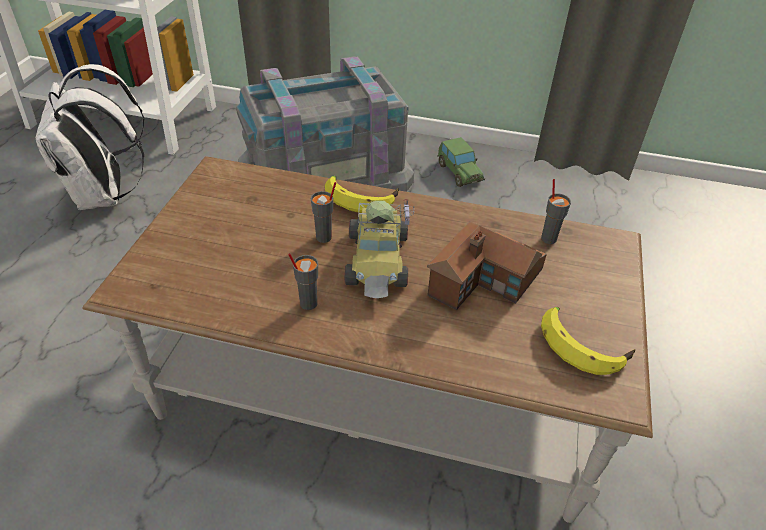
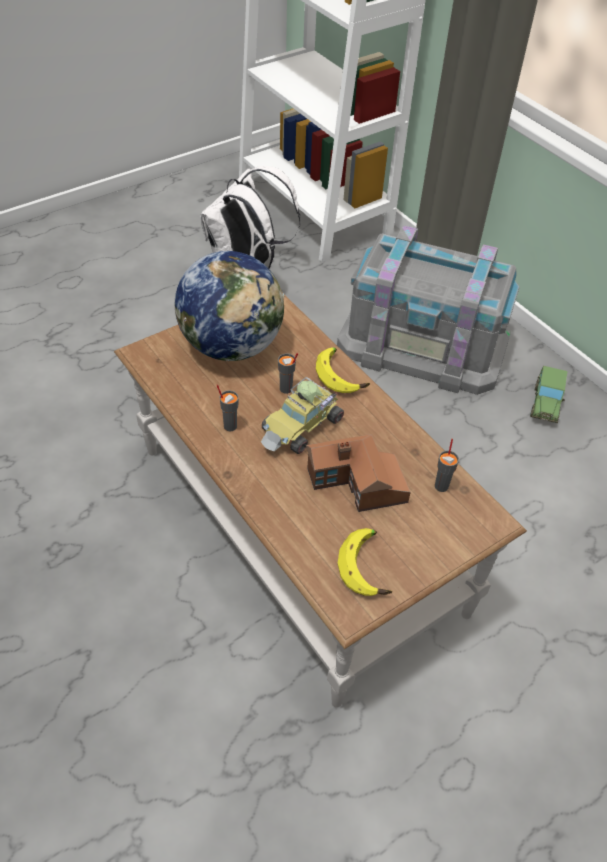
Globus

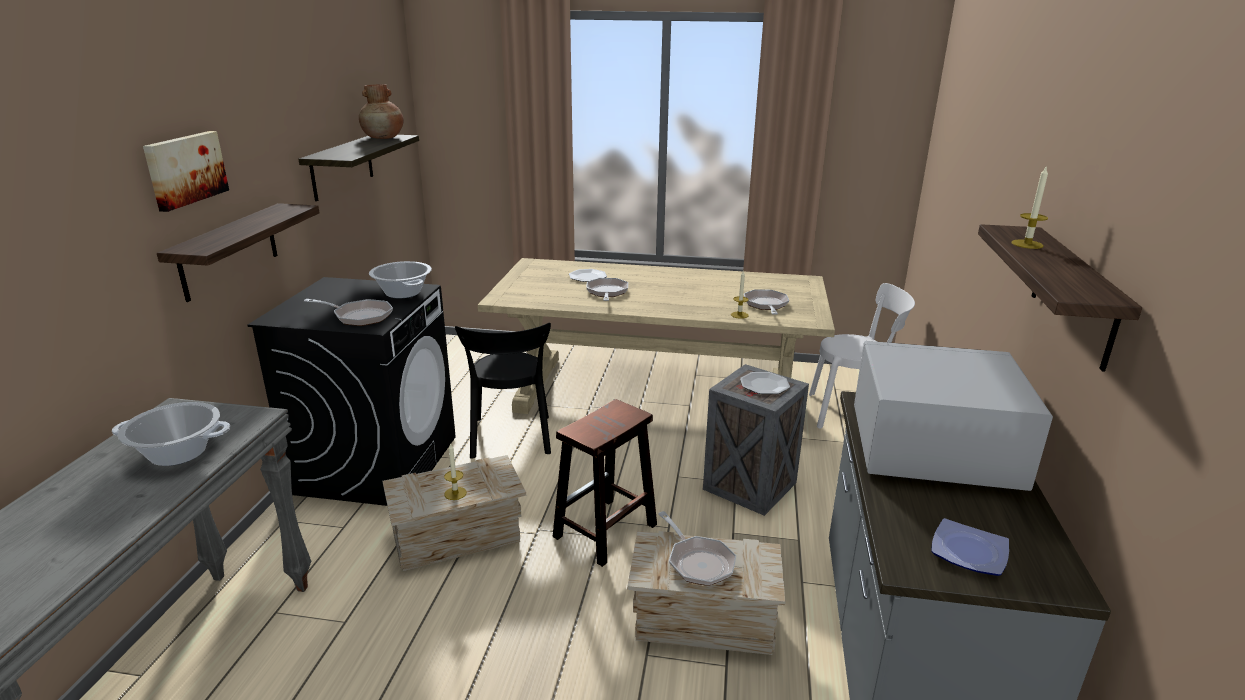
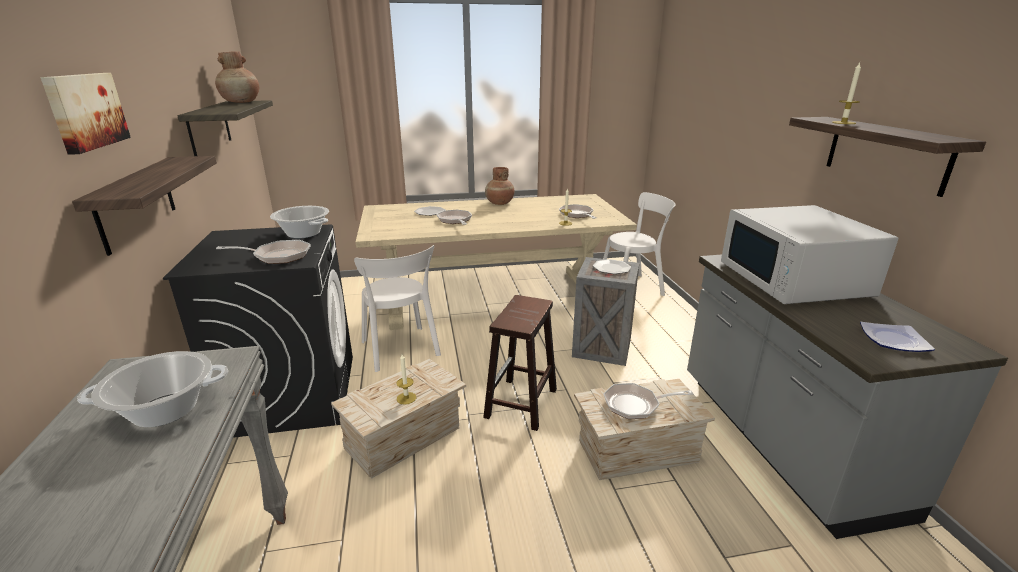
Stuhl [weiß] (no. 1 from left)
Pfanne (no. 4 from left)
Mikrowelle [weiß]
Vase [braun] (no. 2 from left)

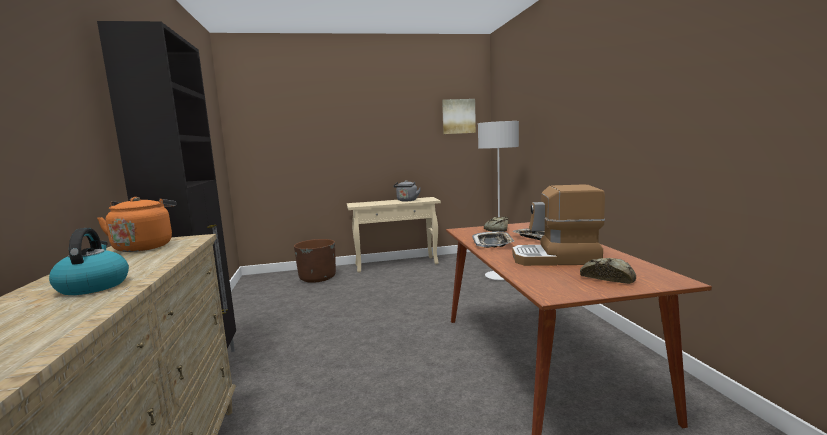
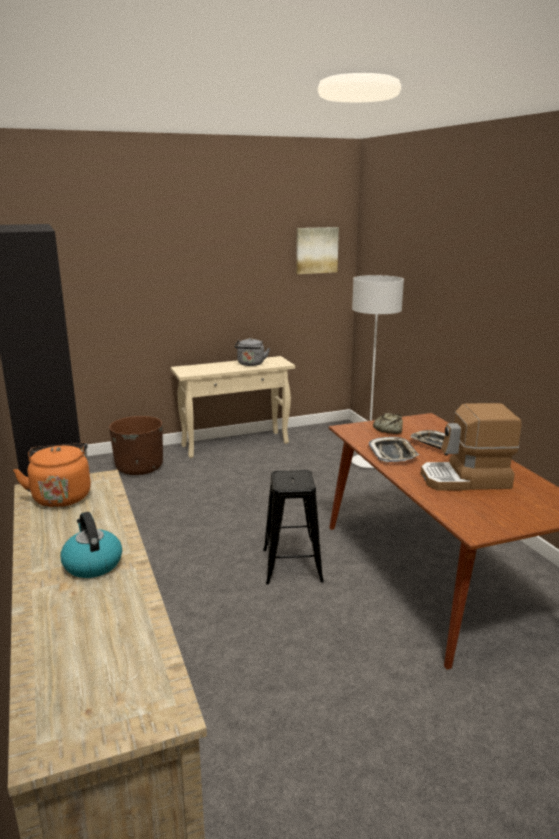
Brot (no. 2 from left in the first image)
Hocker [schwarz]

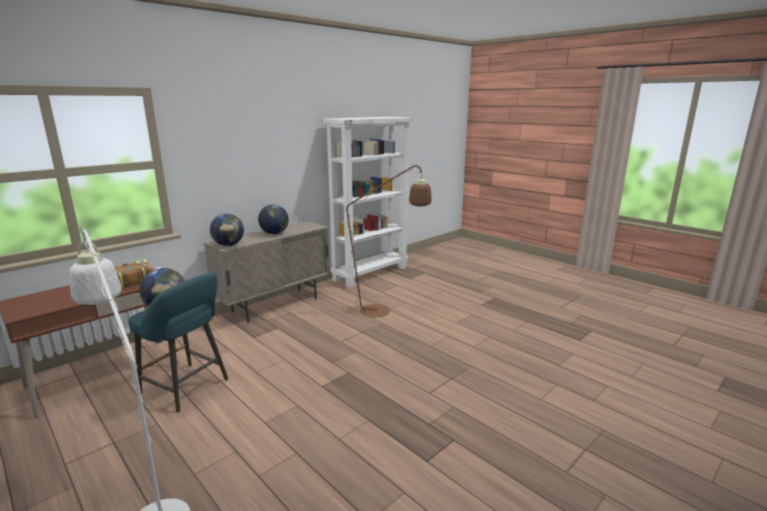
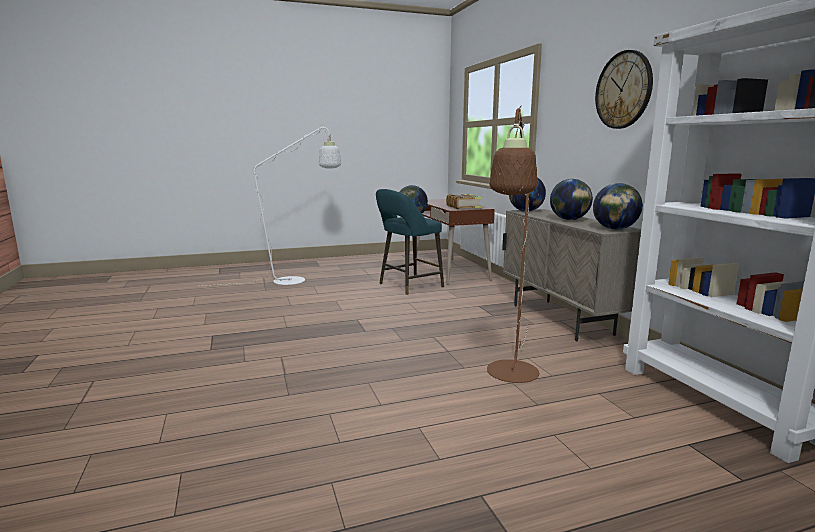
Globus (no. 4 from left)
Wanduhr

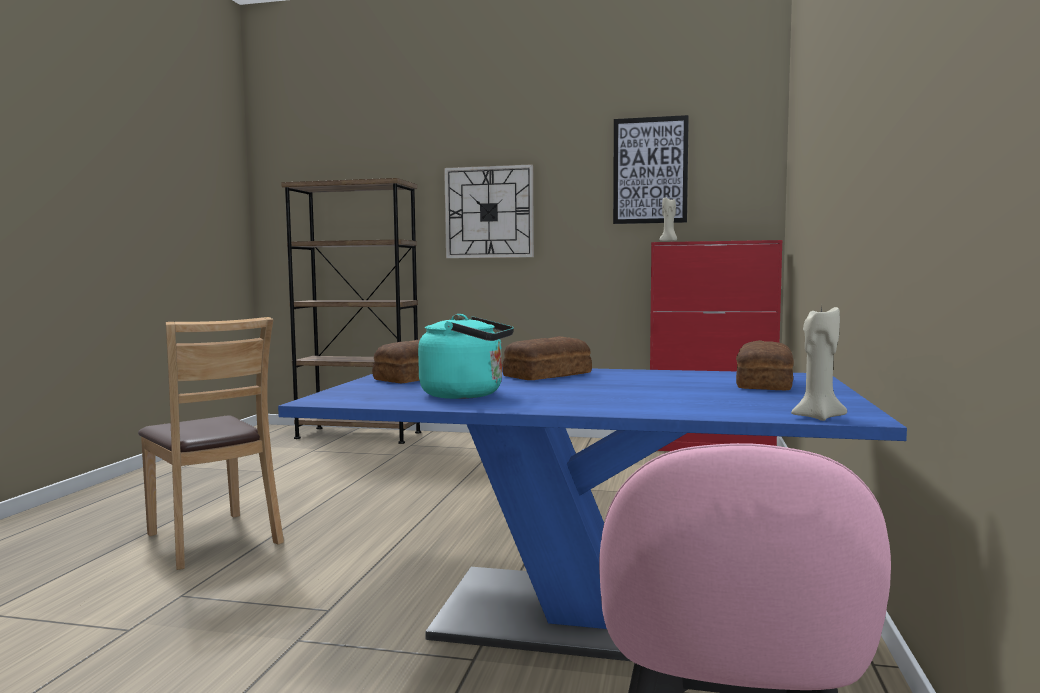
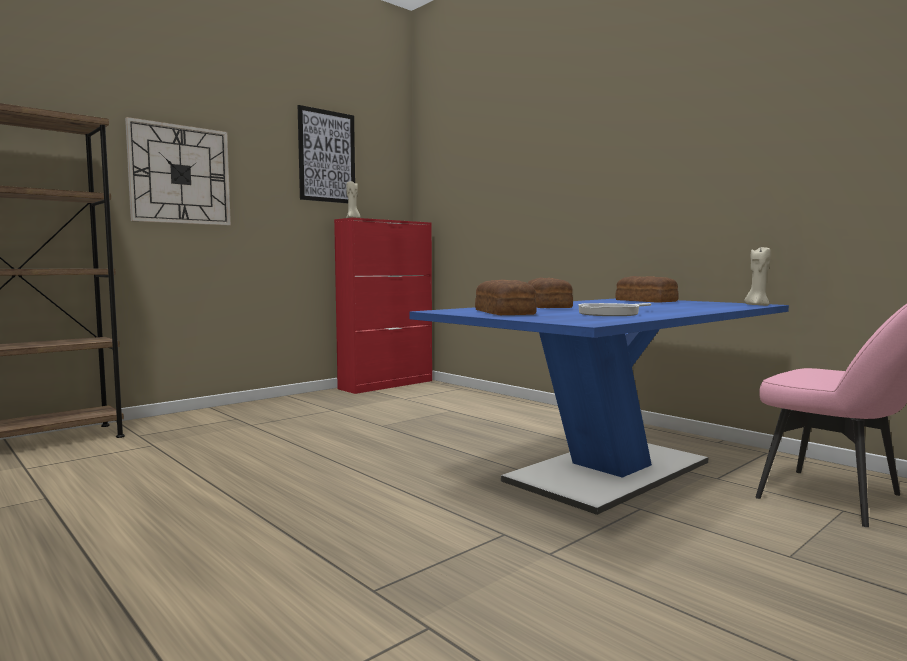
Stuhl [braun]
Pfanne

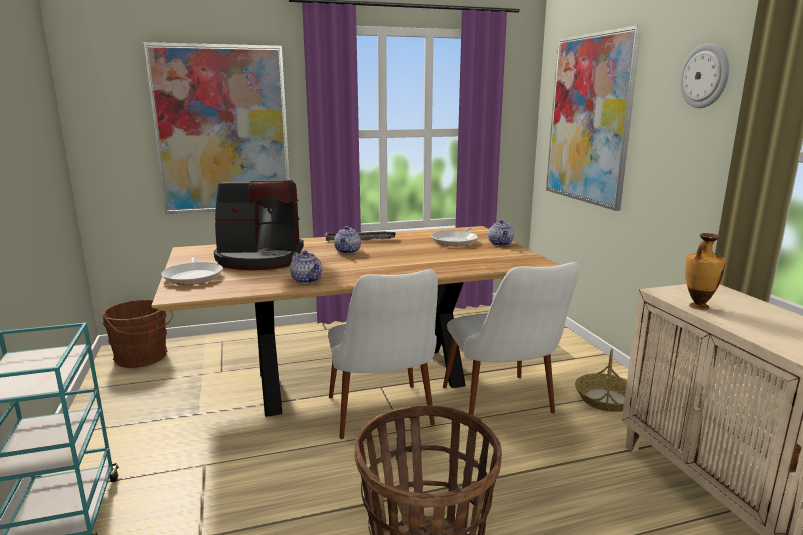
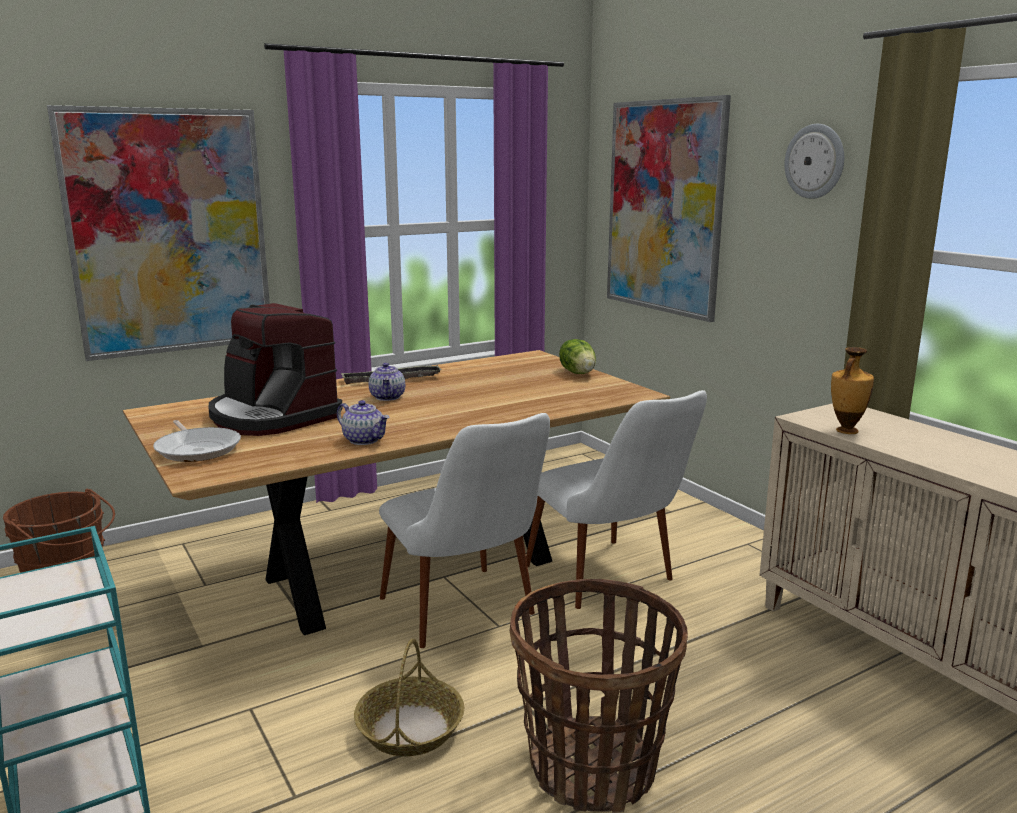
Kaffeemaschine
Pfanne (no. 2 from left in the first image)
Salatkopf
Korb (no. 1 from left)

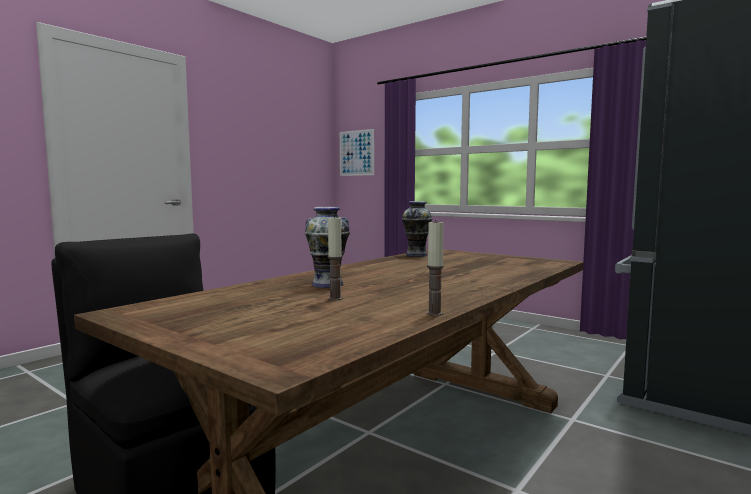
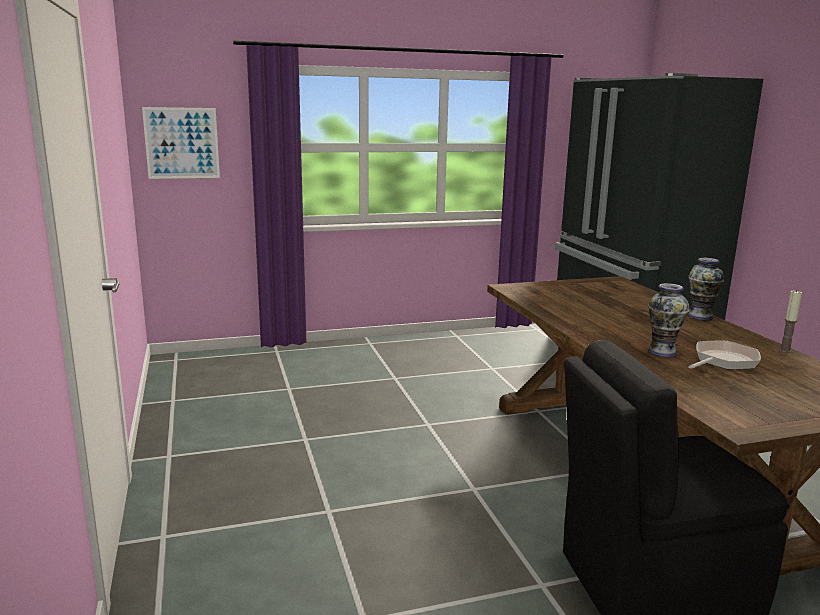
Pfanne
Vase (no. 2 from left)

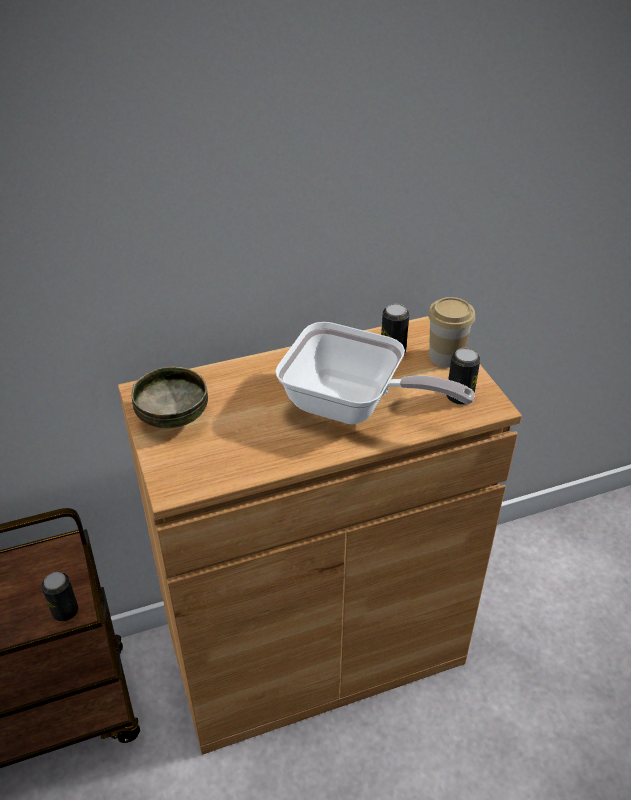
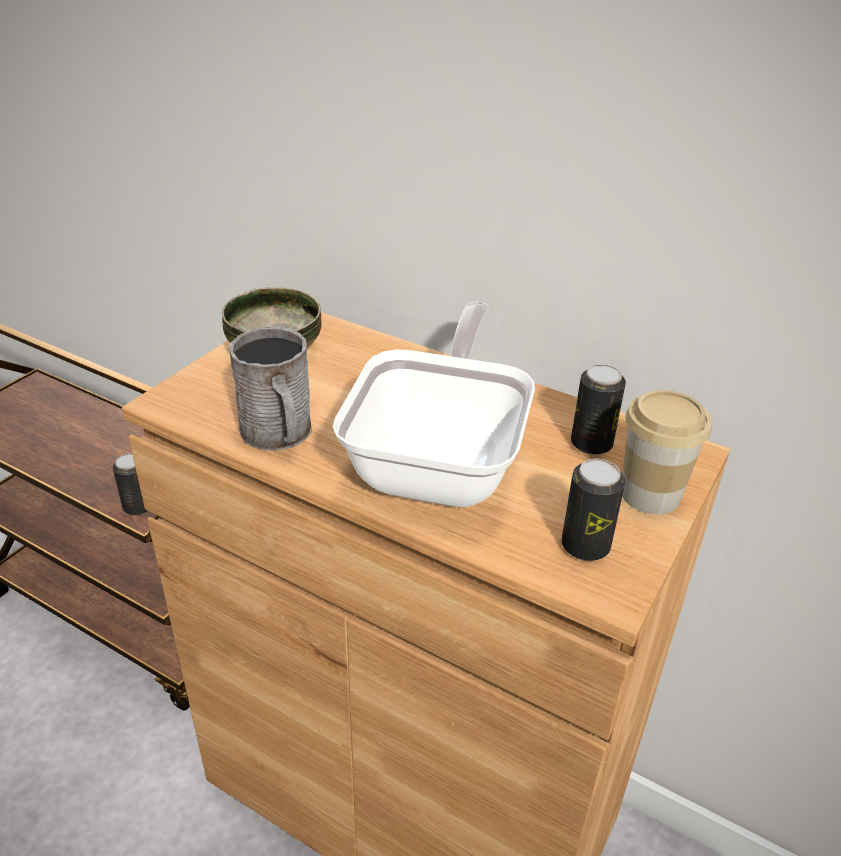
Pfanne
Henkelbecher [grau]

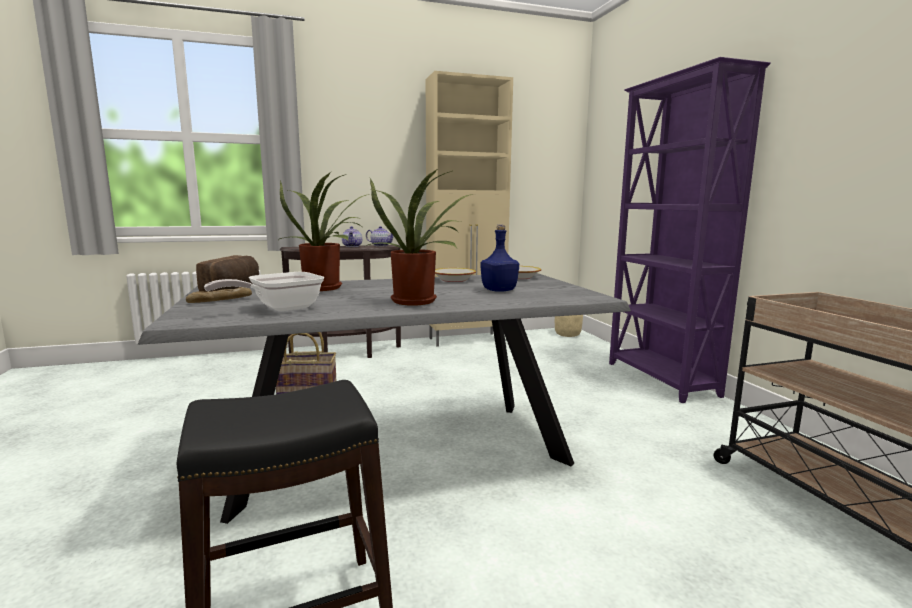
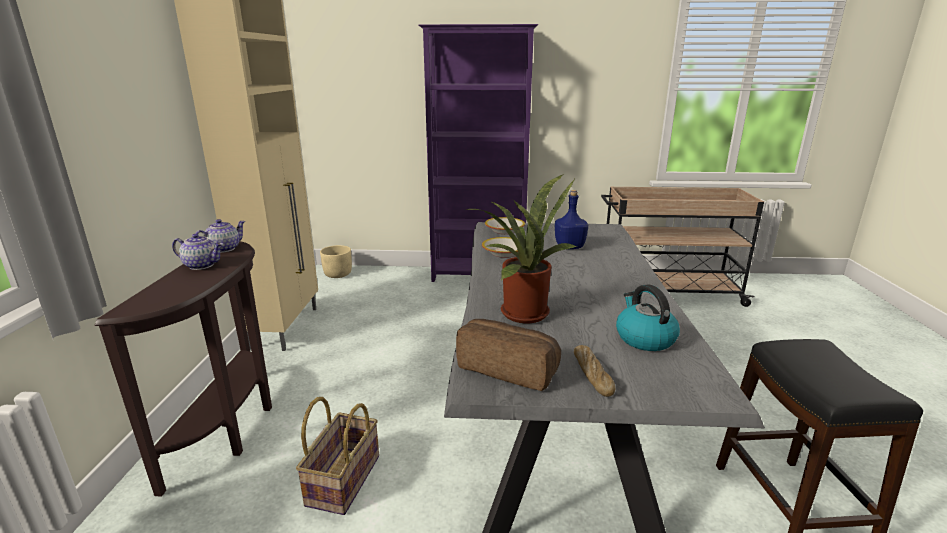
Wasserkessel
Topfpflanze (no. 2 from left in the first image)

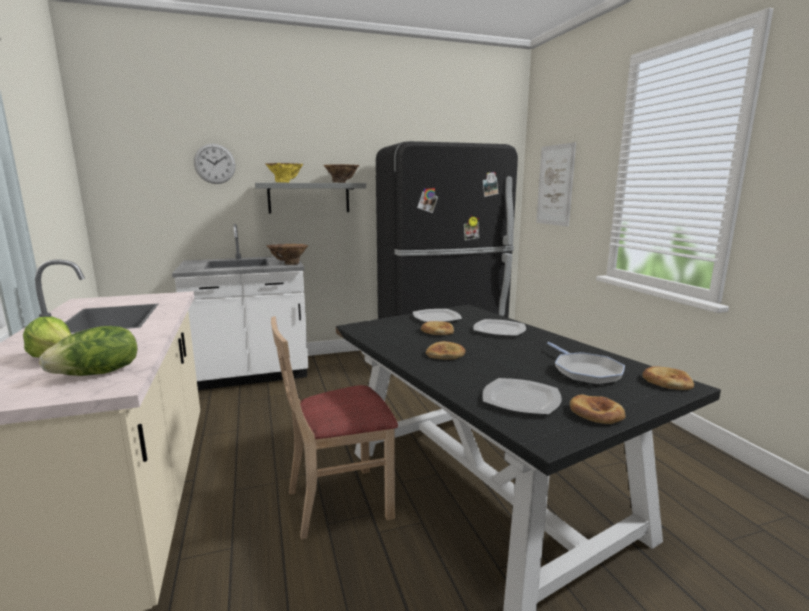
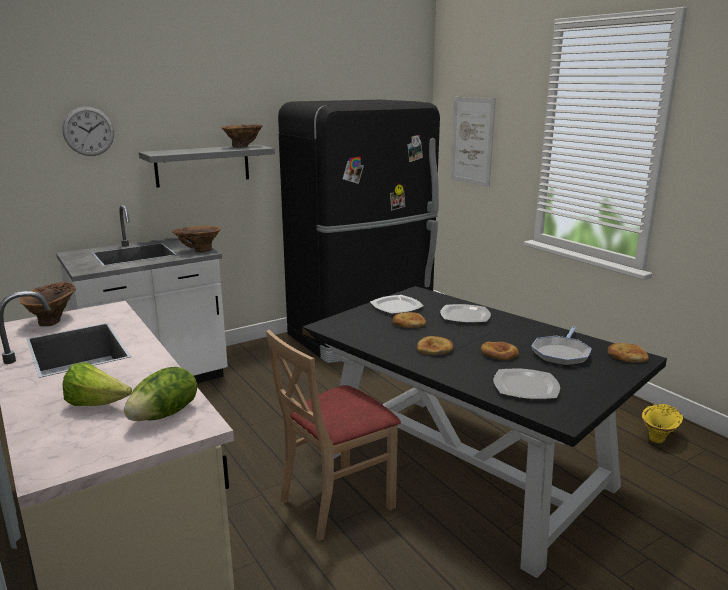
Vase [gelb]
Pfanne
Brot (no. 3 from left)
Vase [braun] (no. 1 from left)

